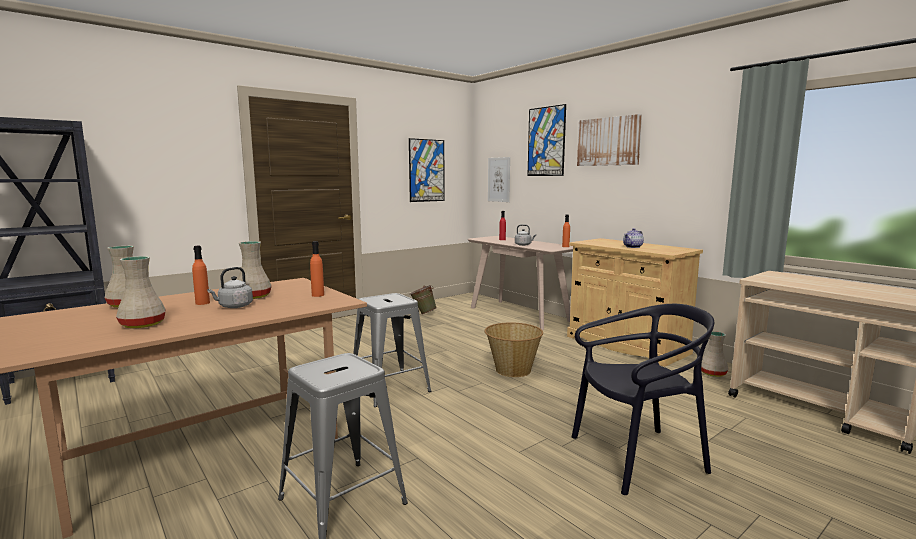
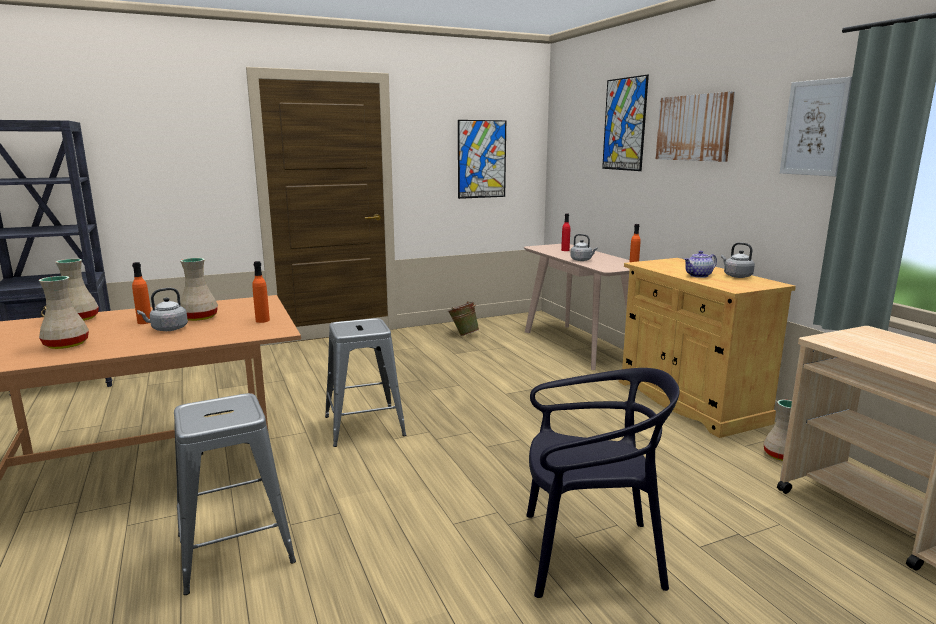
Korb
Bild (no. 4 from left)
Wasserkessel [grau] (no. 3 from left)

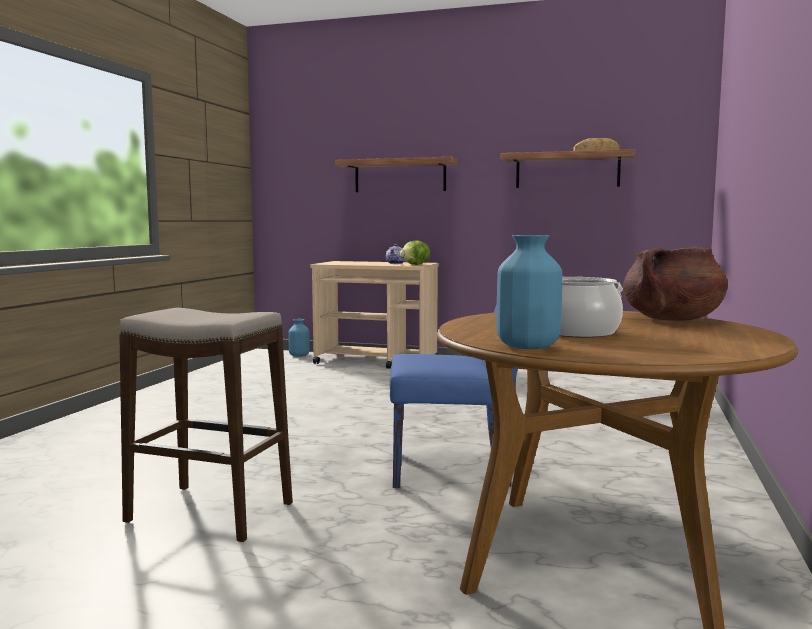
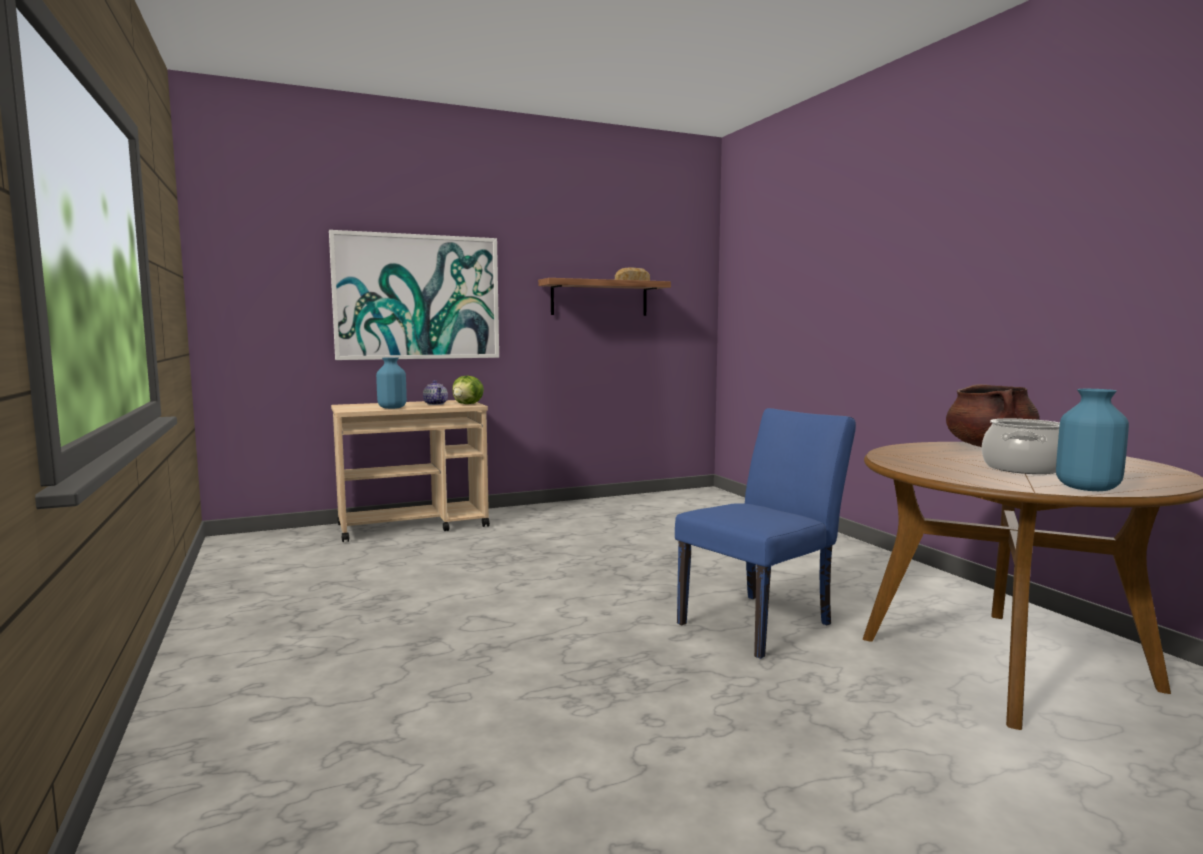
Hocker
Vase [blau] (no. 1 from left)
Bild

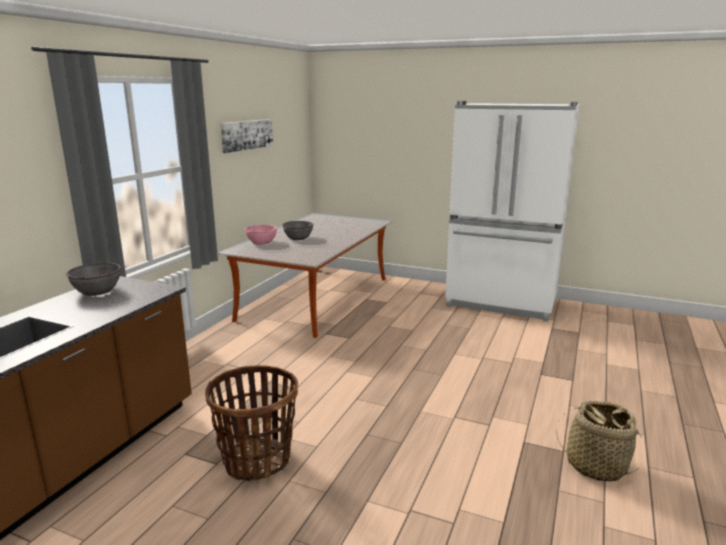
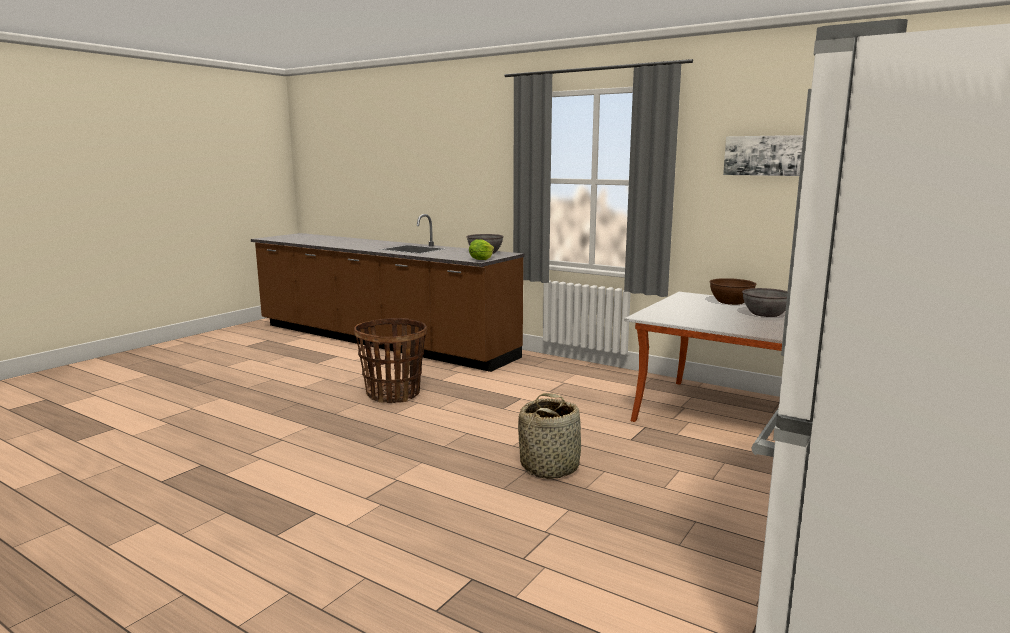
Schüssel [braun]
Korb (no. 2 from left)
Salatkopf

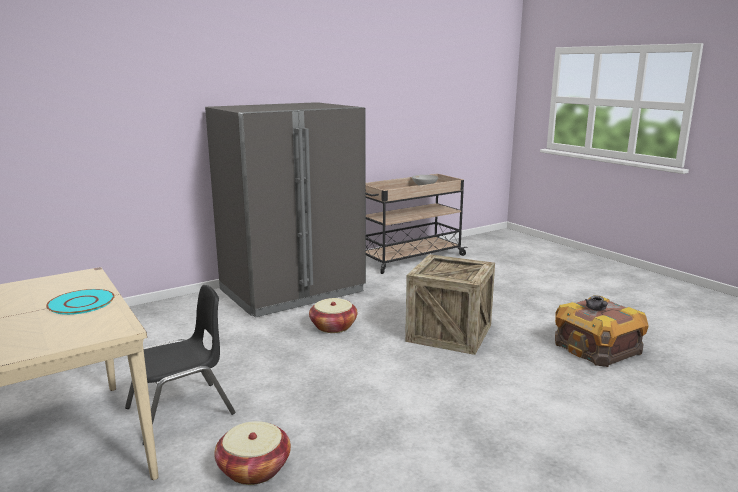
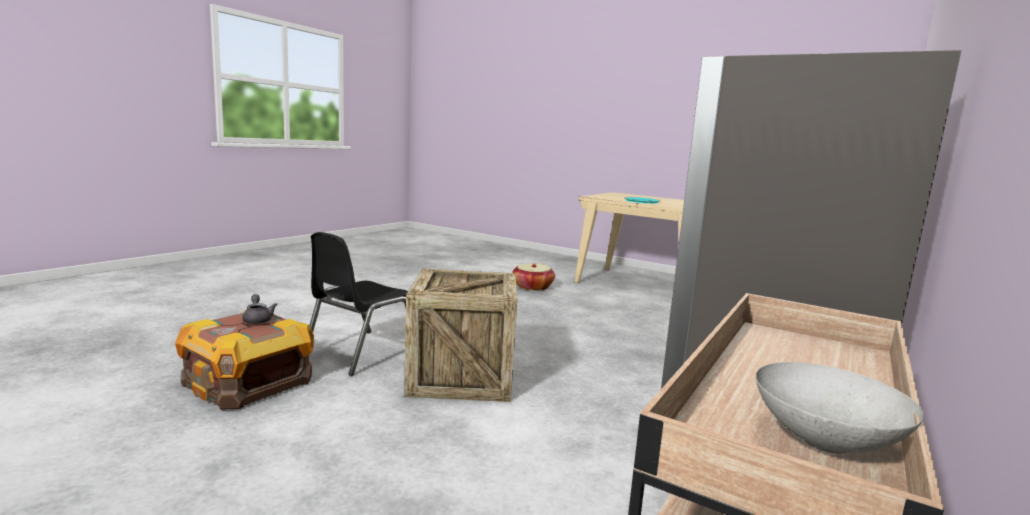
Stuhl [schwarz]
Korb (no. 2 from left in the first image)

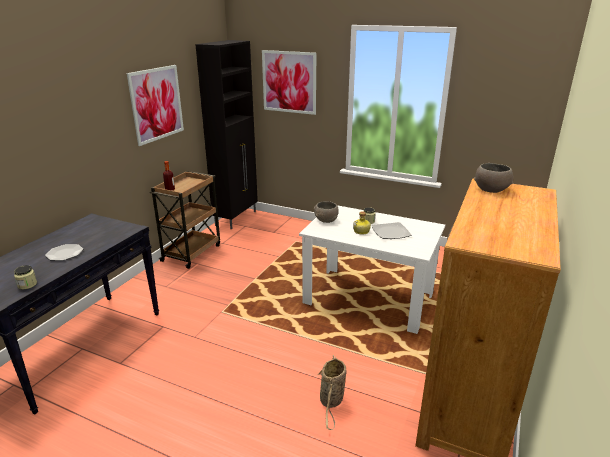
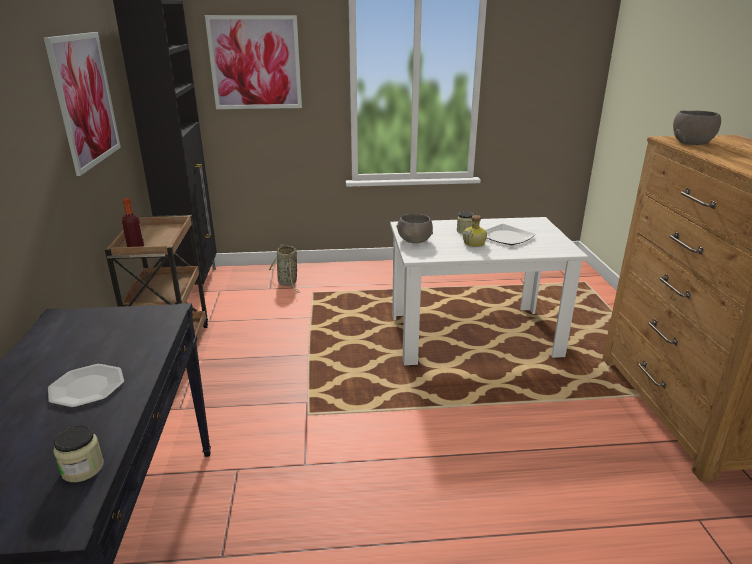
Korb

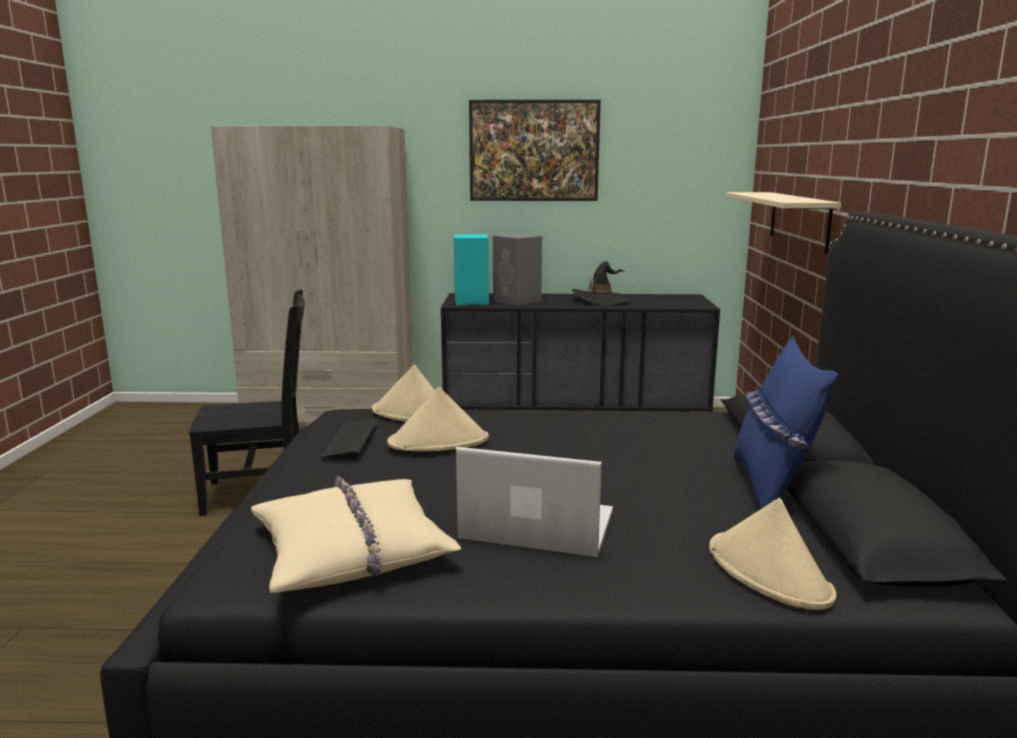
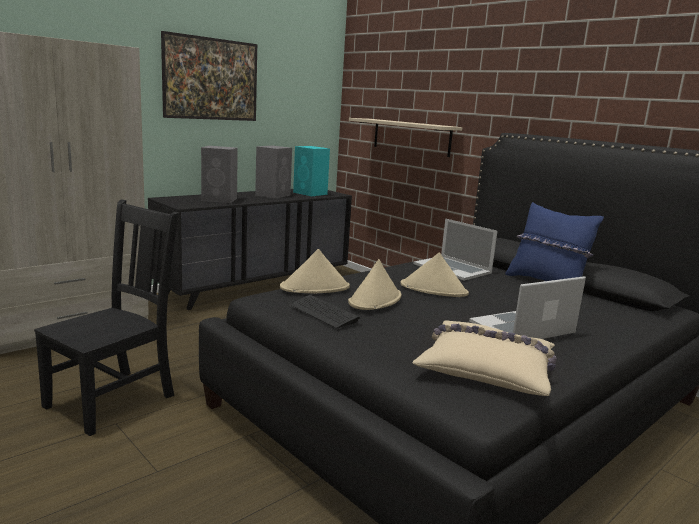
Lautsprecher [türkis]
Lautsprecher [grau] (no. 2 from left)
Hut [beige] (no. 3 from left)
Laptop (no. 1 from left)

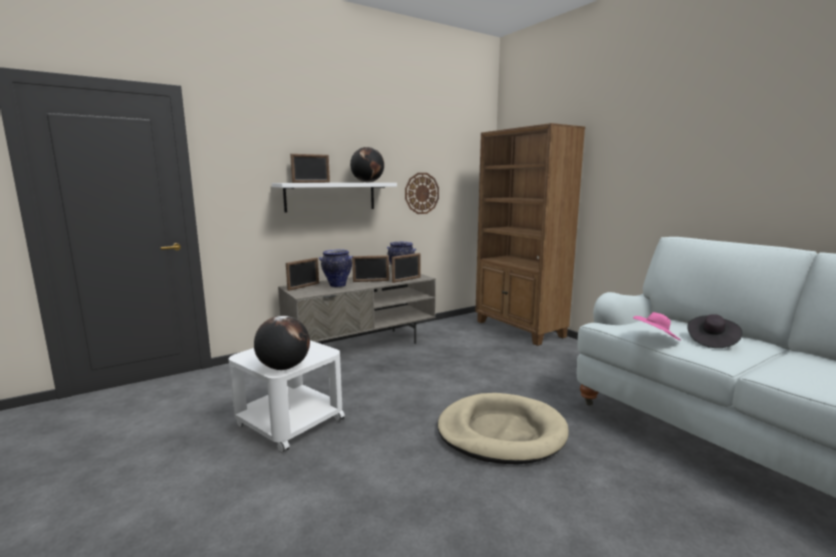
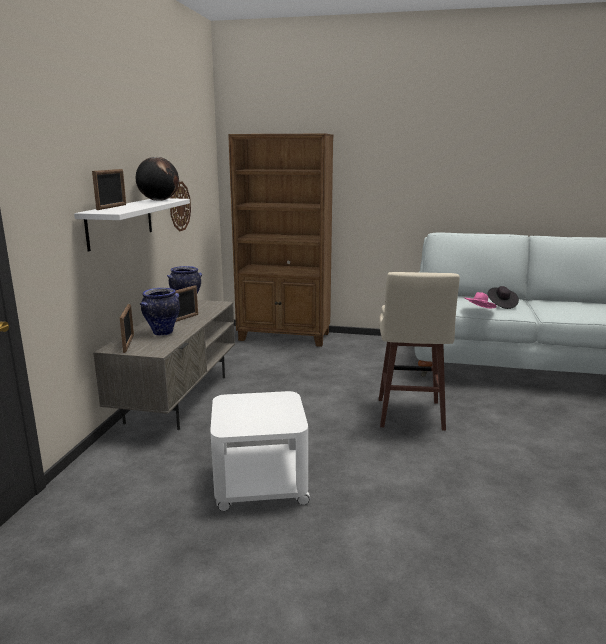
Globus (no. 1 from left in the first image)
Bilderrahmen (no. 4 from left in the first image)
Hocker [beige]

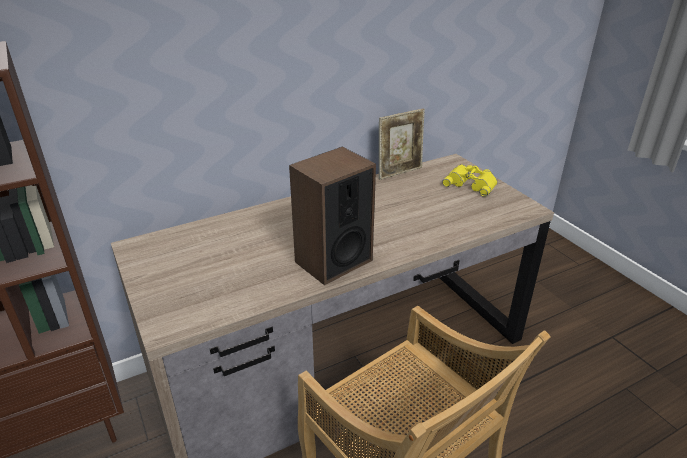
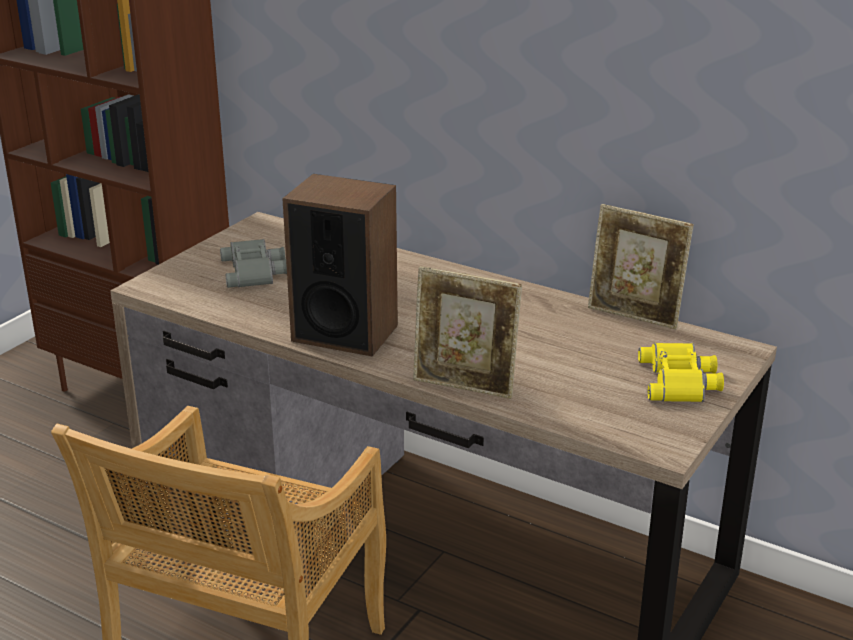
Fernglas [grau]
Bilderrahmen (no. 1 from left)

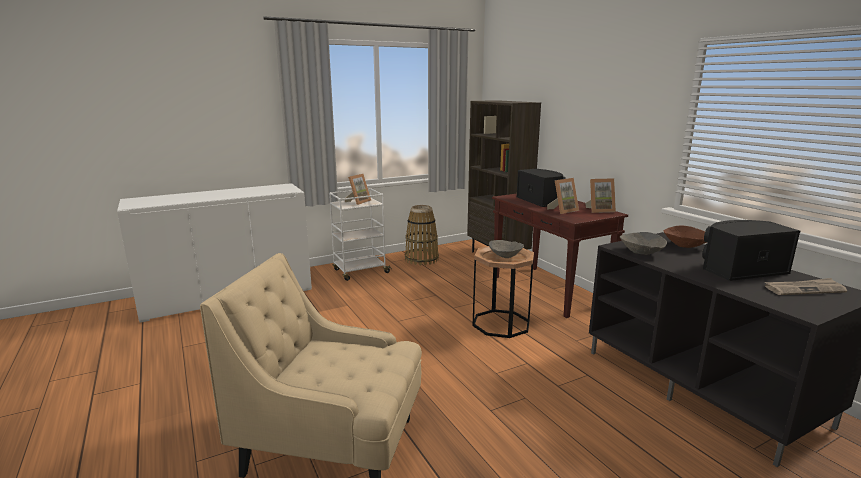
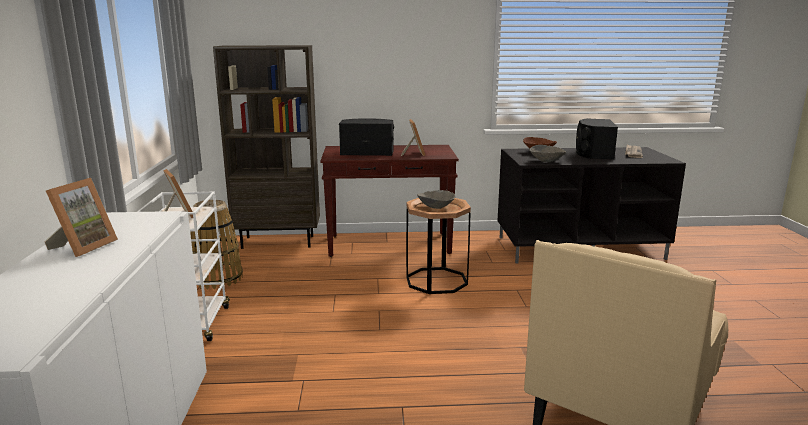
Bilderrahmen (no. 1 from left)

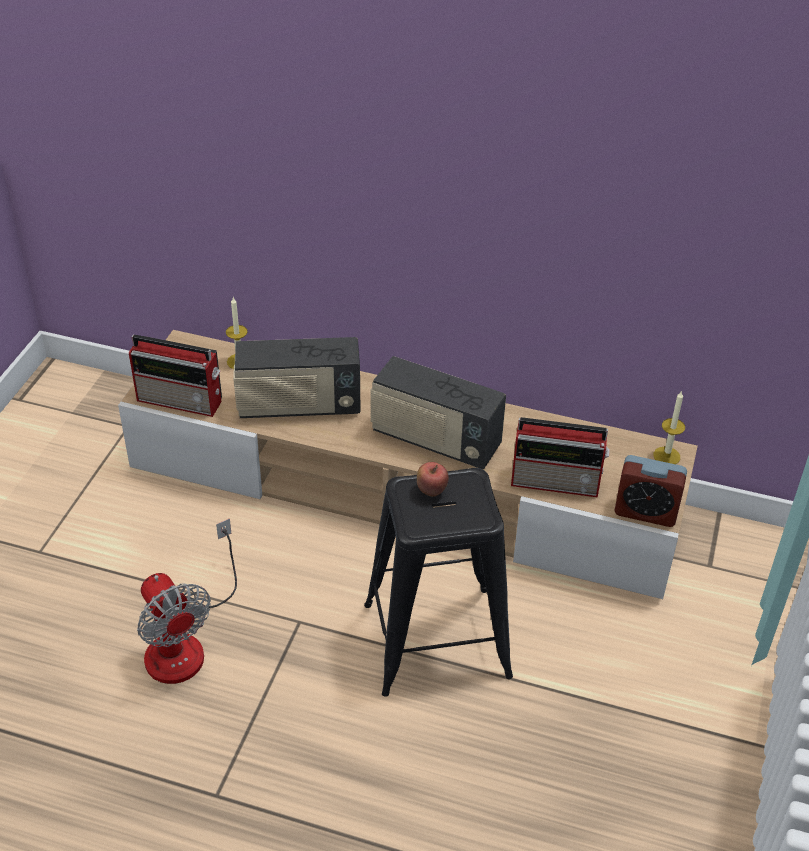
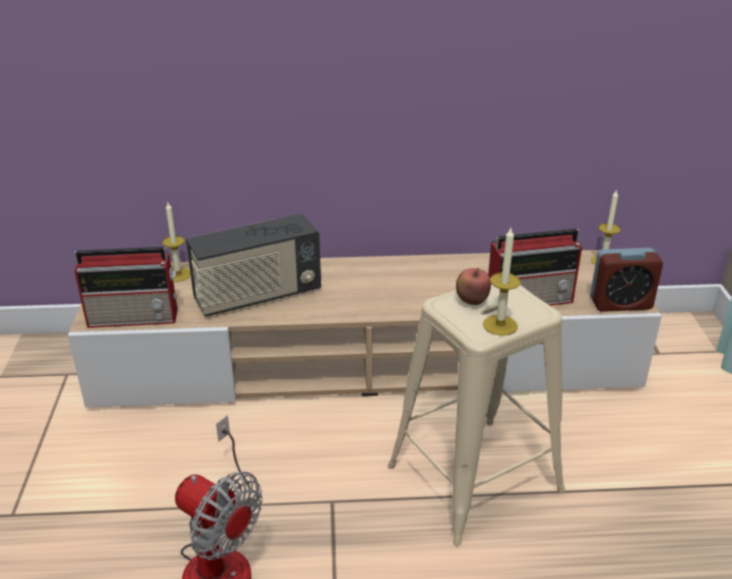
Hocker [beige]
Radio (no. 3 from left in the first image)
Kerze (no. 2 from left)

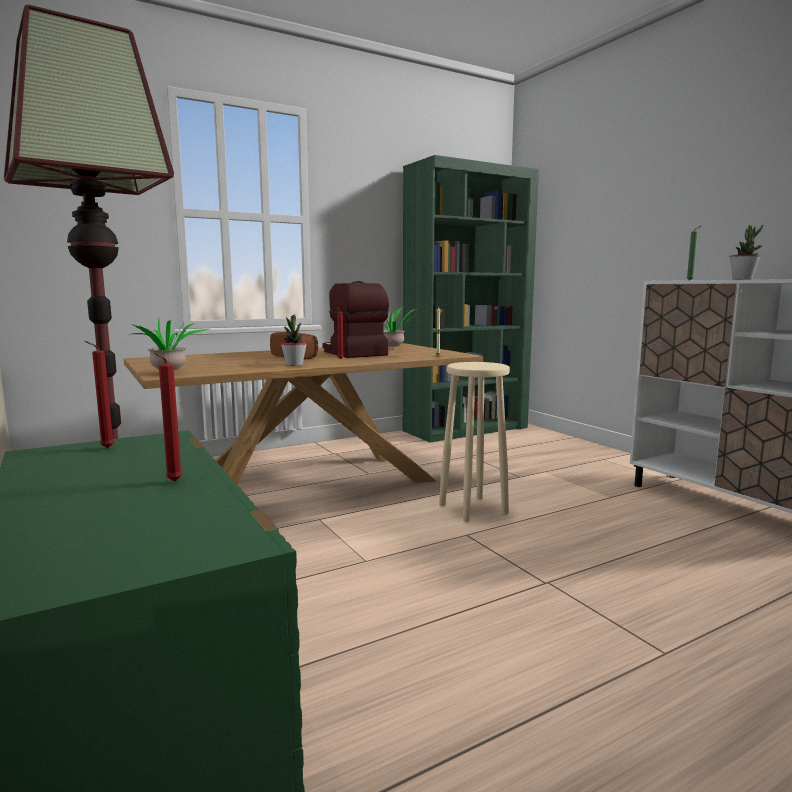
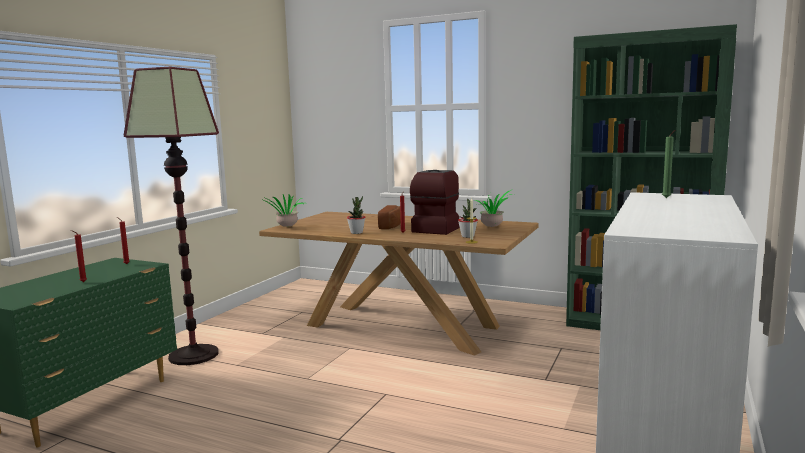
Hocker [beige]
Topfpflanze (no. 3 from left)

